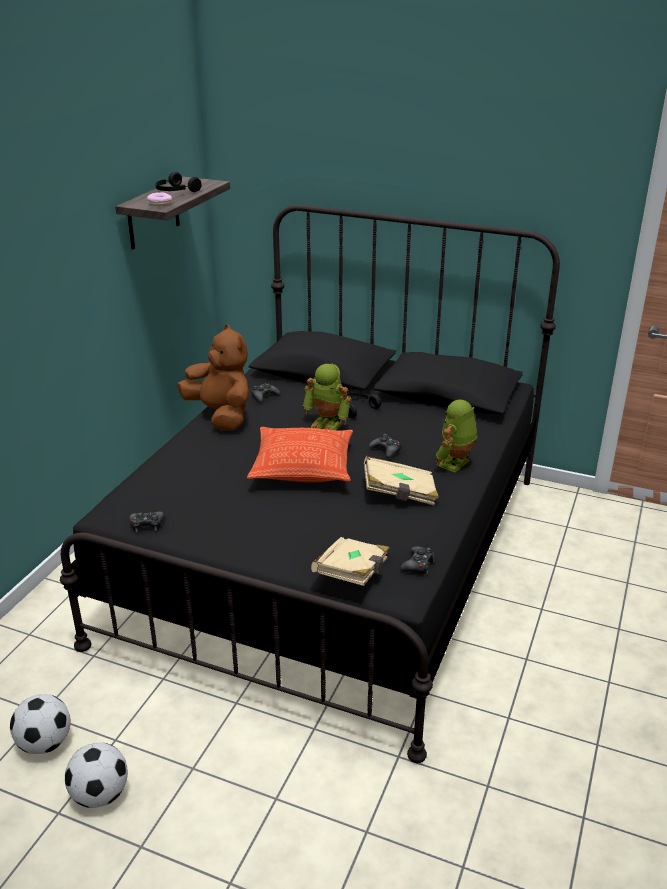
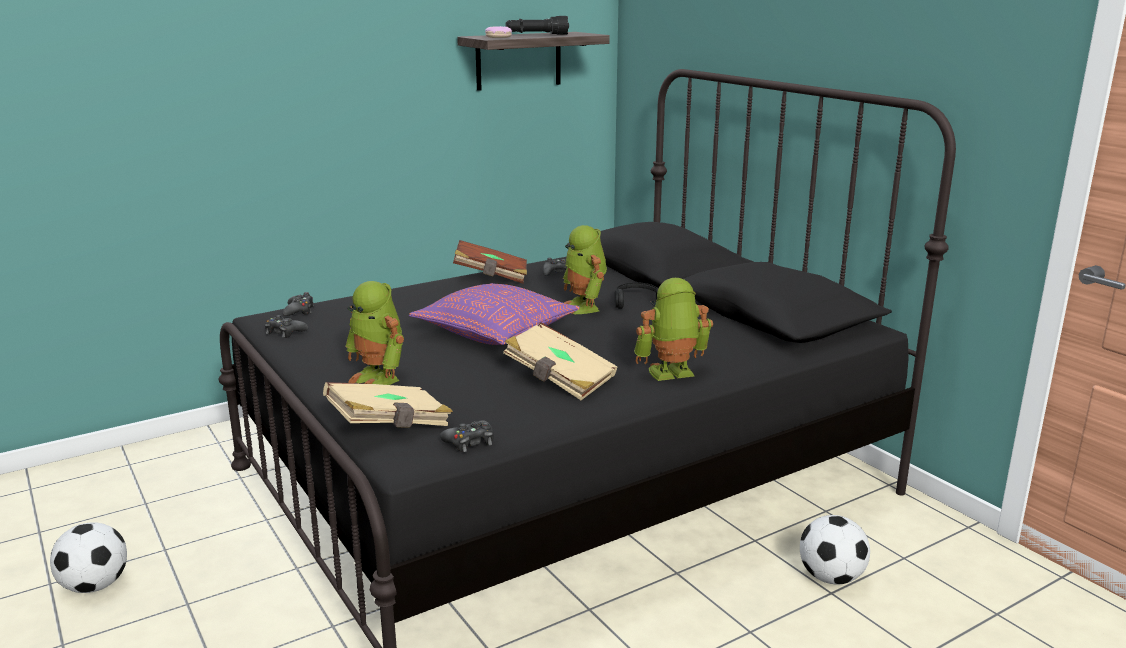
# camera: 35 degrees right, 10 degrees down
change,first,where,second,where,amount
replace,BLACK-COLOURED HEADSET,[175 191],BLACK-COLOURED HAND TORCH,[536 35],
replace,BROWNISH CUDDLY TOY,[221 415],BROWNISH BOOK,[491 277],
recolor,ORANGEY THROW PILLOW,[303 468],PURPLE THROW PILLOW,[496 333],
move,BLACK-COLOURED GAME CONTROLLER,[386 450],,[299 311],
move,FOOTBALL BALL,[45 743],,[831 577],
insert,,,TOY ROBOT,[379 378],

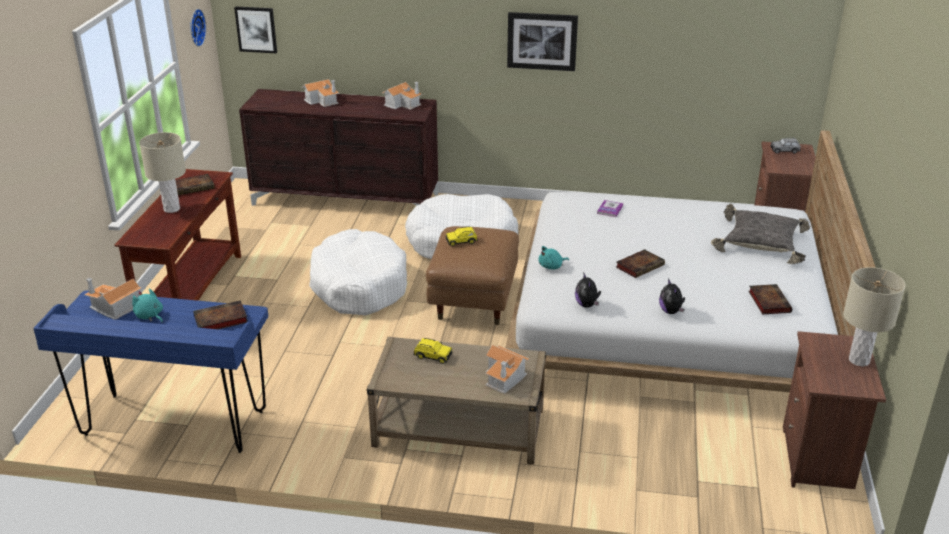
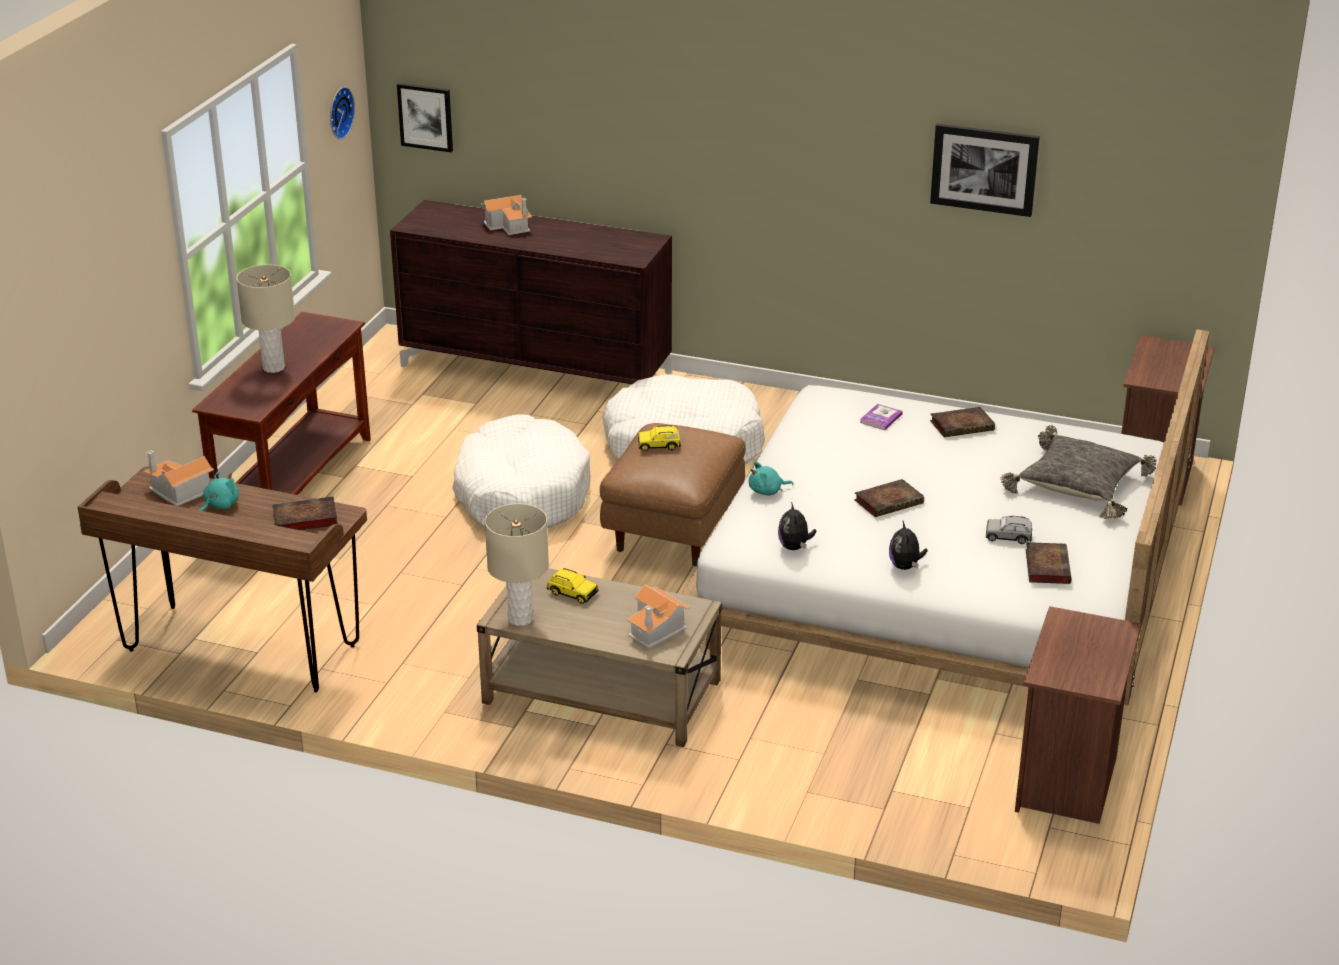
# camera: 10 degrees right, 0 degrees up
change,first,where,second,where,amount
move,WALL PICTURE,[542 41],,[984 169],
delete,MODEL HOUSE,[403 104],,,
move,GRAY MINIATURE CAR,[784 150],,[1008 537],
move,BOOK,[193 187],,[963 425],
move,BEIGE LAMP FOR A TABLE,[859 360],,[520 618],
rotate,BLUE-GREEN CUDDLY TOY,[149 316],,[219 506],75 degrees clockwise
recolor,BLUE DESK TABLE,[174 424],BROWNISH DESK TABLE,[241 649],

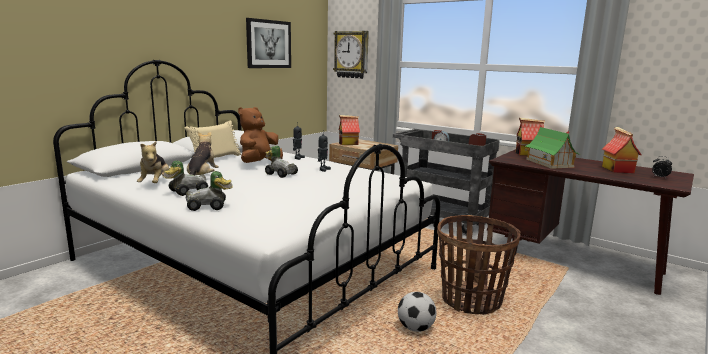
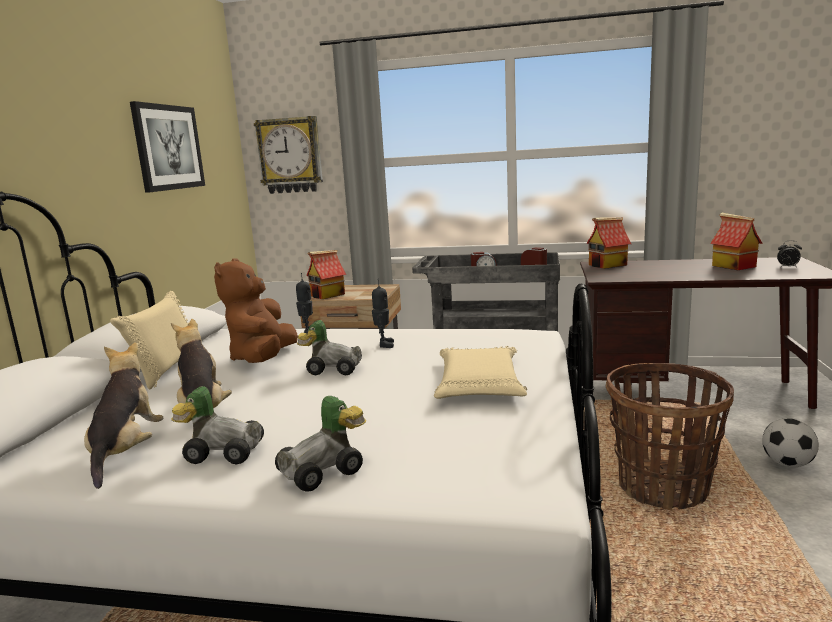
# camera: 25 degrees left, 0 degrees up
change,first,where,second,where,amount
delete,MODEL HOUSE,[549 163],,,
rotate,CUDDLY TOY,[155 183],,[126 451],150 degrees counterclockwise
rotate,MINIATURE CAR,[186 191],,[222 452],75 degrees clockwise
move,FOOTBALL BALL,[415 328],,[787 464],
insert,,,BEIGE THROW PILLOW,[479 381],

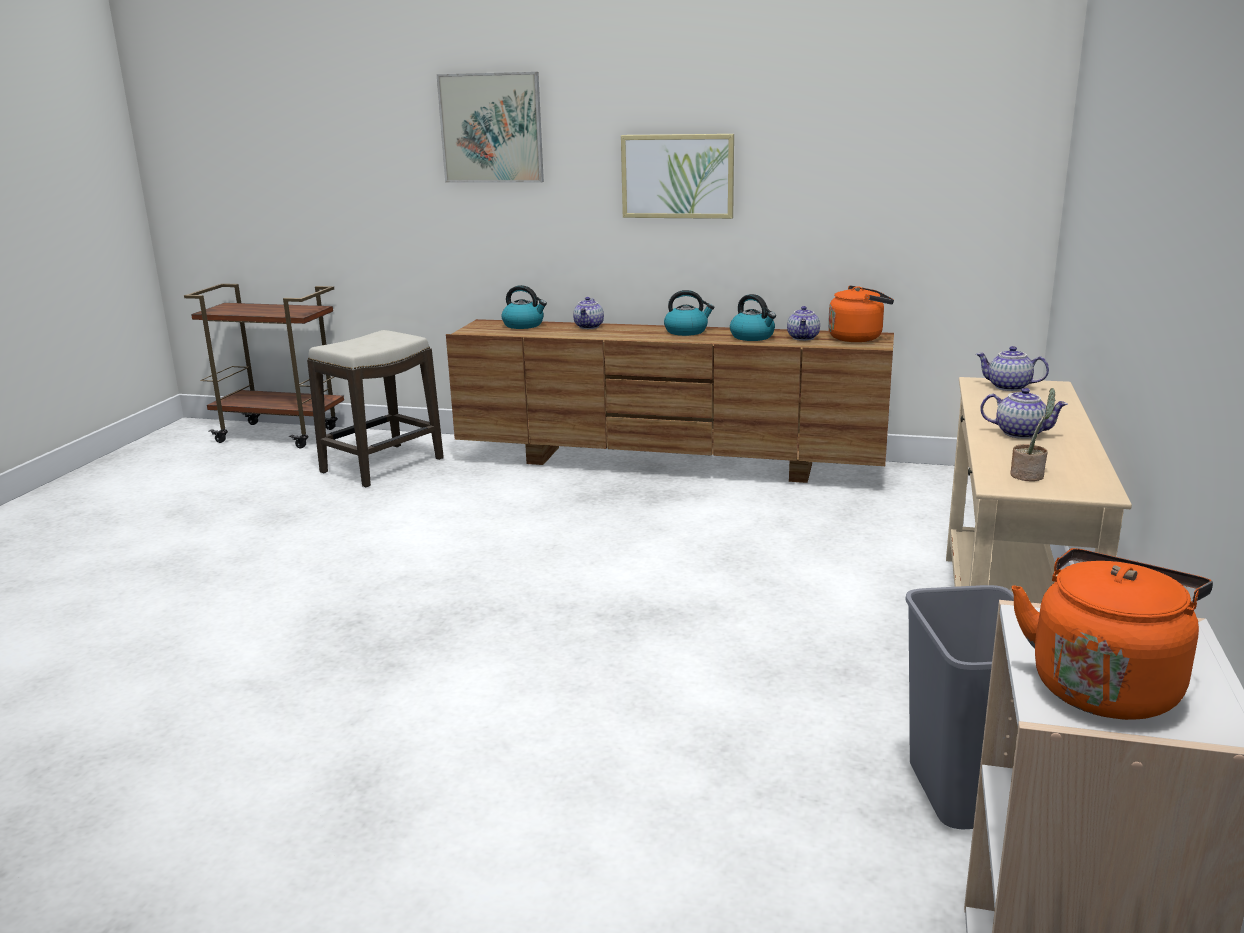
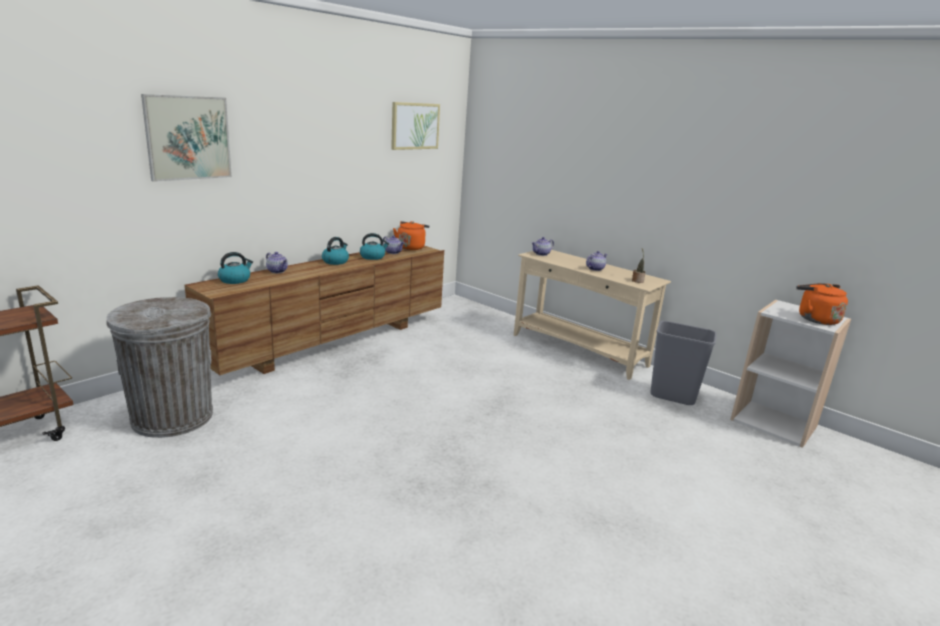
# camera: 65 degrees left, 0 degrees up
change,first,where,second,where,amount
move,WALL PICTURE,[677 176],,[415 126],
replace,STOOL SEAT,[382 465],GRAY TRASH CAN,[172 417],

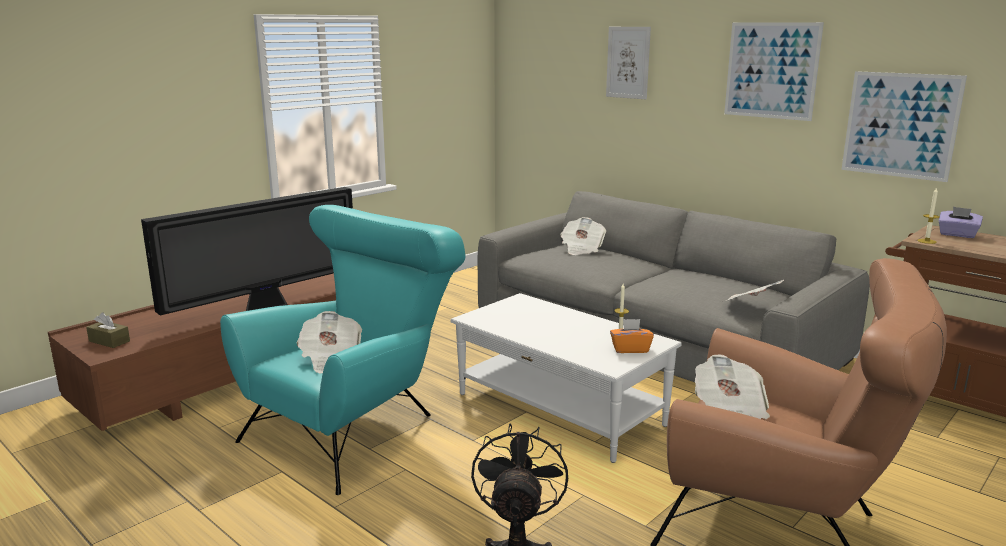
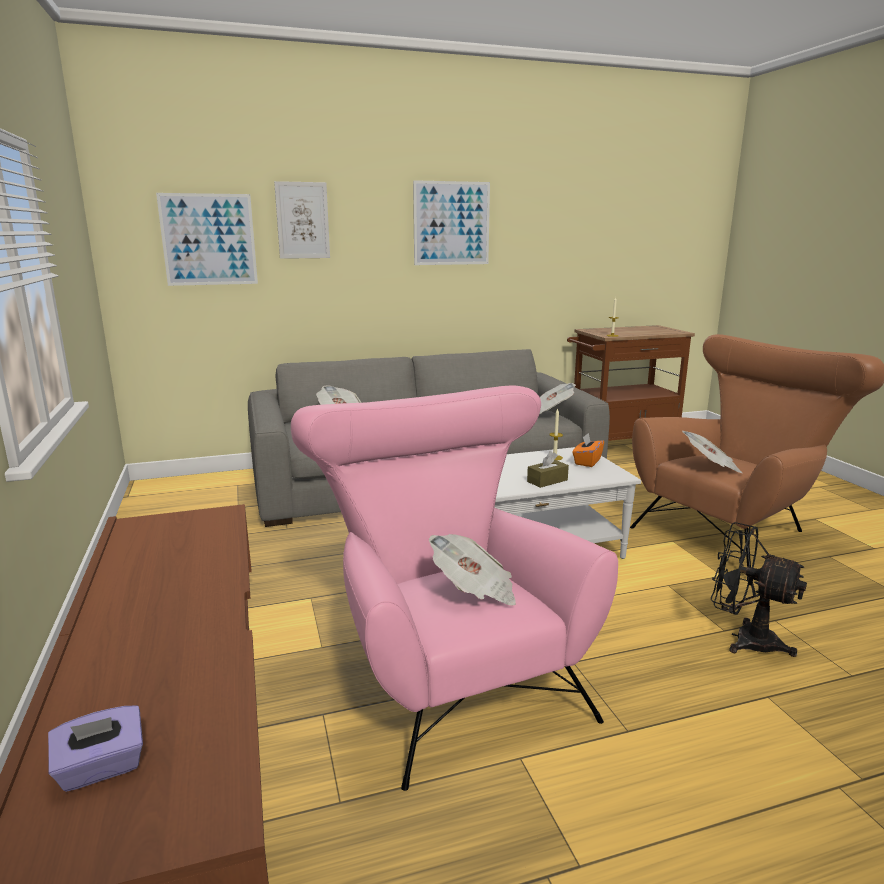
# camera: 60 degrees left, 0 degrees up
change,first,where,second,where,amount
move,WALL PICTURE,[900 125],,[209 240],
delete,TV,[266 307],,,
recolor,BLUE-GREEN ARMCHAIR,[354 426],PINK ARMCHAIR,[449 673],
move,PURPLE TISSUE HOLDER,[957 235],,[101 768],
move,BROWNISH TISSUE HOLDER,[109 341],,[547 481],

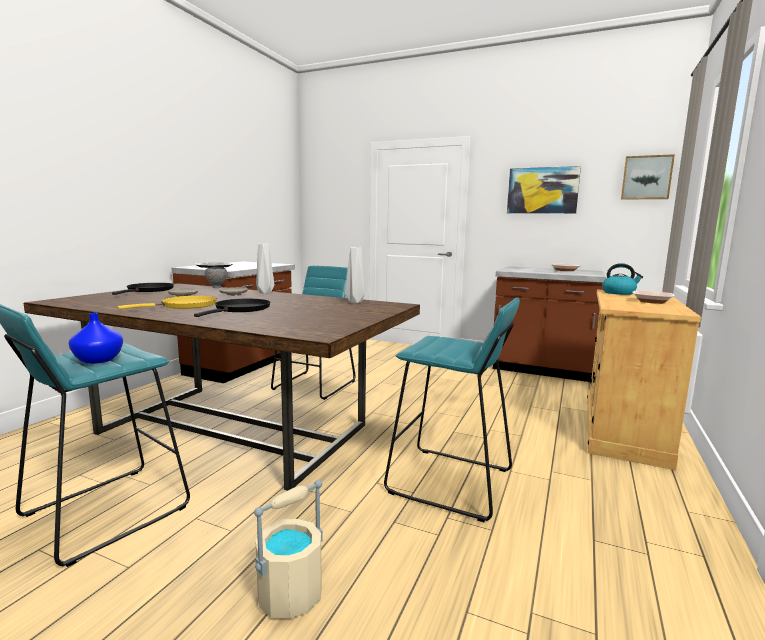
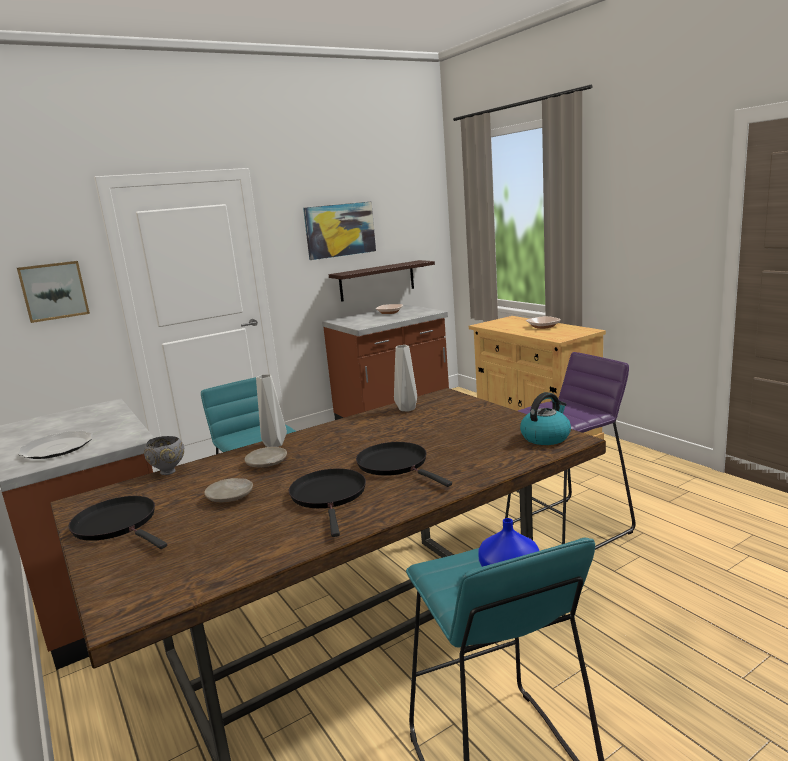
# camera: 55 degrees left, 5 degrees up
change,first,where,second,where,amount
move,WALL PICTURE,[646 177],,[53 291],
move,KETTLE,[619 293],,[546 437],
recolor,YELLOW FRYING PAN,[185 306],BLACK-COLOURED FRYING PAN,[329 496],
recolor,BLUE-GREEN STOOL SEAT,[450 482],PURPLE STOOL SEAT,[569 528],
delete,BEIGE WATER BUCKET,[289 595],,,
insert,,,WALL SHELF,[377 280],

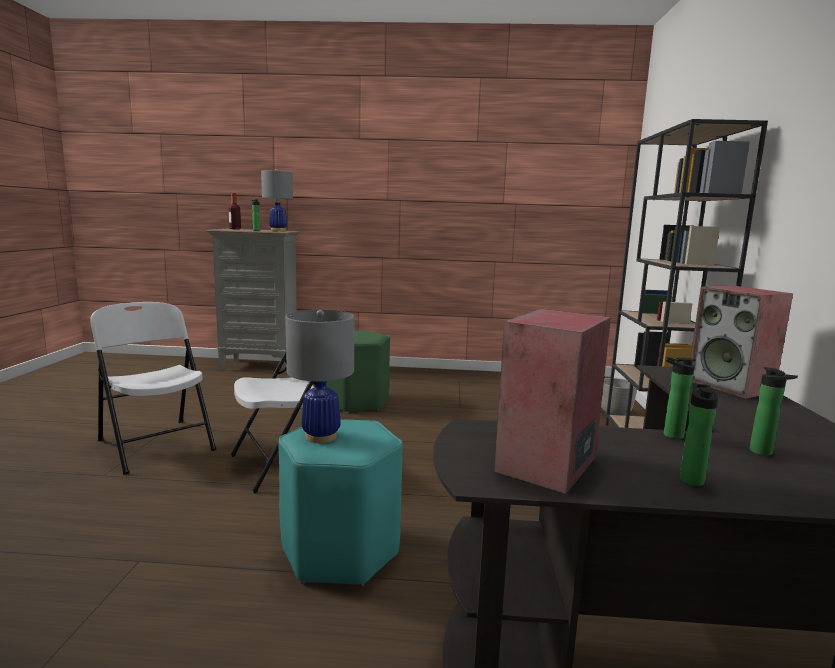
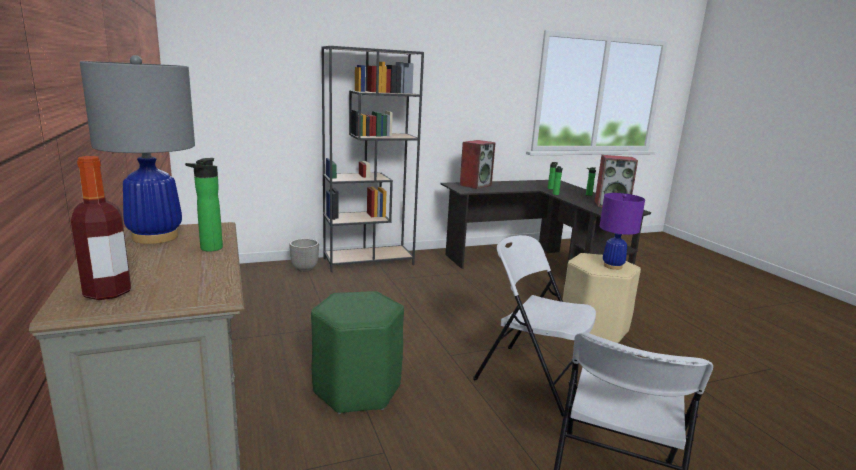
# camera: 115 degrees left, 5 degrees up
change,first,where,second,where,amount
recolor,GRAY LAMP FOR A TABLE,[321 436],PURPLE LAMP FOR A TABLE,[613 266],
recolor,BLUE-GREEN STOOL SEAT,[340 551],BEIGE STOOL SEAT,[593 329],

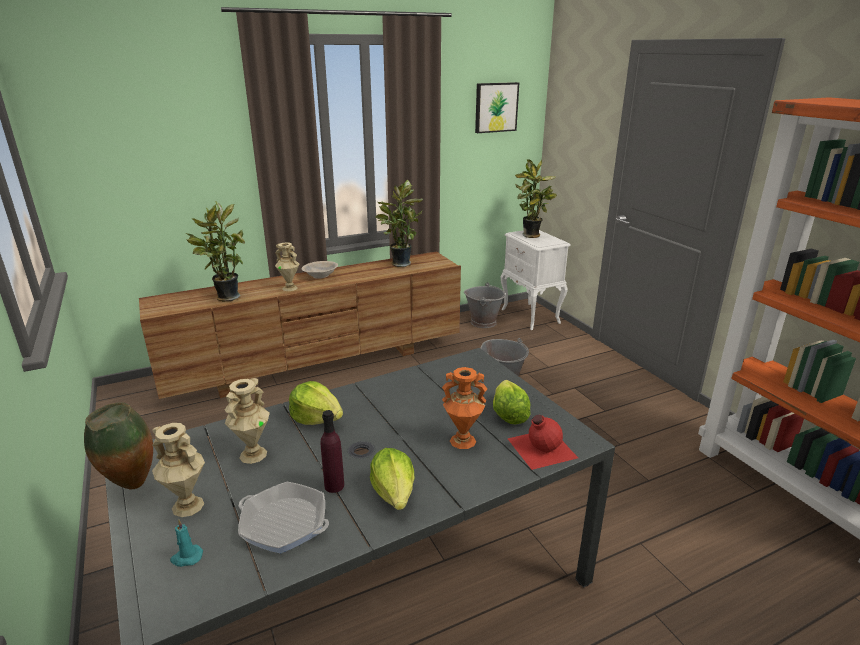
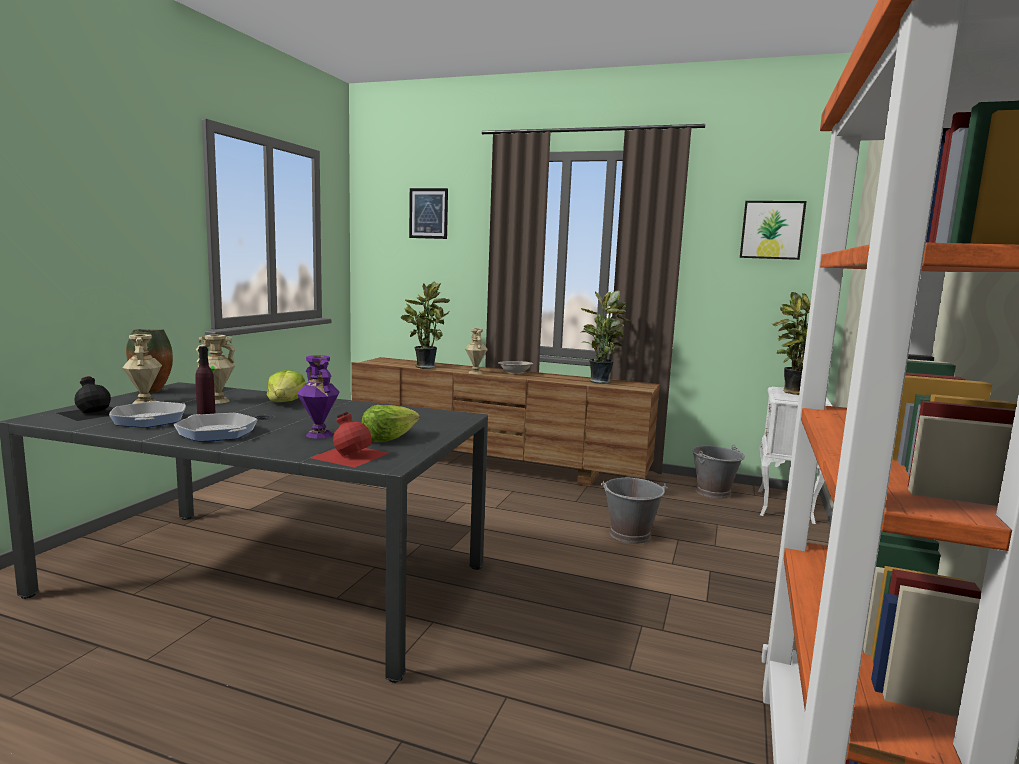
# camera: 45 degrees right, 15 degrees down
change,first,where,second,where,amount
recolor,ORANGEY DECORATIVE VASE,[462 441],PURPLE DECORATIVE VASE,[318 435],
replace,HEAD OF LETTUCE,[394 493],FRYING PAN,[217 433],
replace,BLUE-GREEN WAX CANDLE,[186 557],BLACK-COLOURED BOTTLE,[93 412],
insert,,,WALL PICTURE,[428 213],

